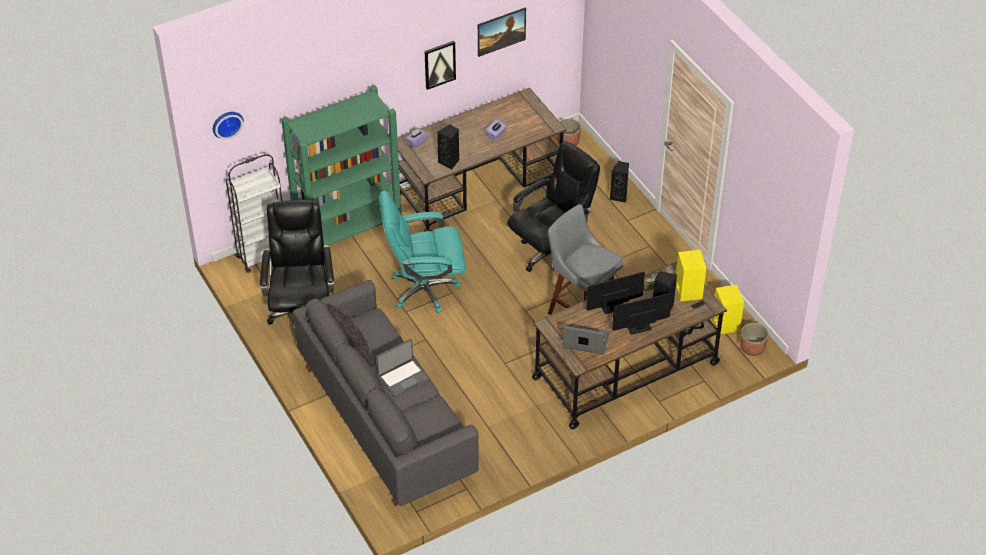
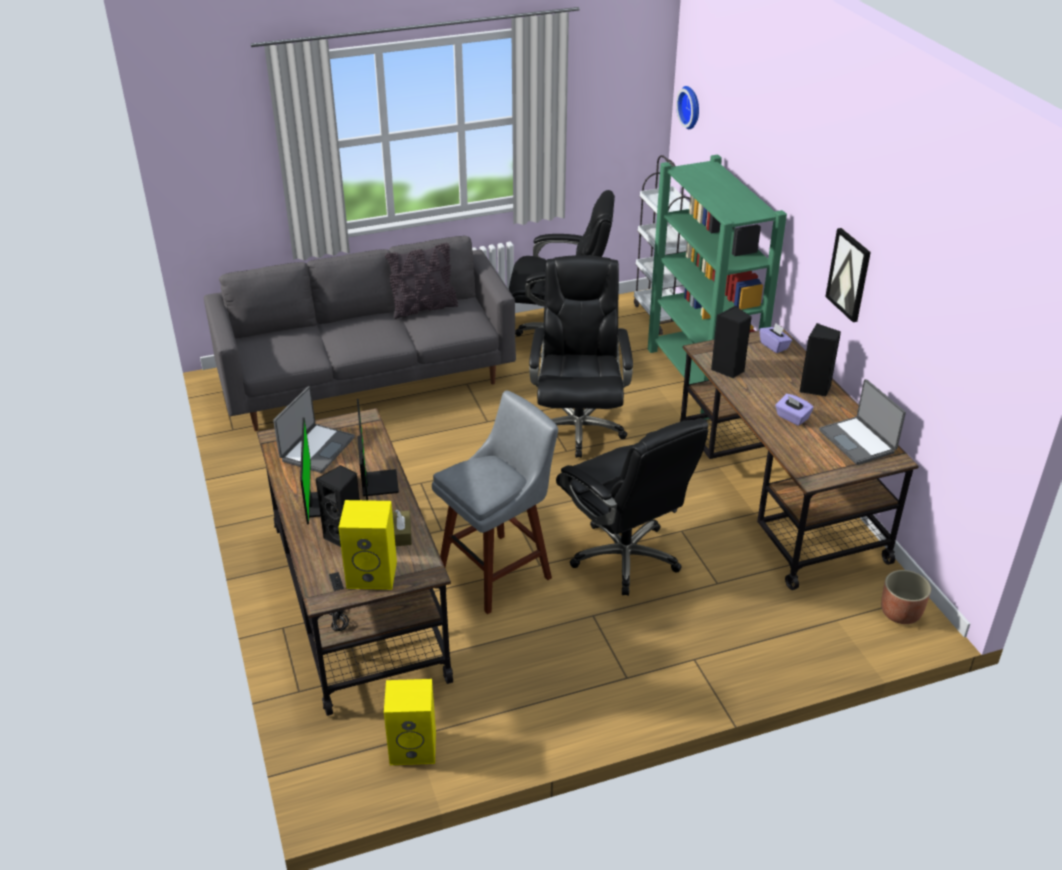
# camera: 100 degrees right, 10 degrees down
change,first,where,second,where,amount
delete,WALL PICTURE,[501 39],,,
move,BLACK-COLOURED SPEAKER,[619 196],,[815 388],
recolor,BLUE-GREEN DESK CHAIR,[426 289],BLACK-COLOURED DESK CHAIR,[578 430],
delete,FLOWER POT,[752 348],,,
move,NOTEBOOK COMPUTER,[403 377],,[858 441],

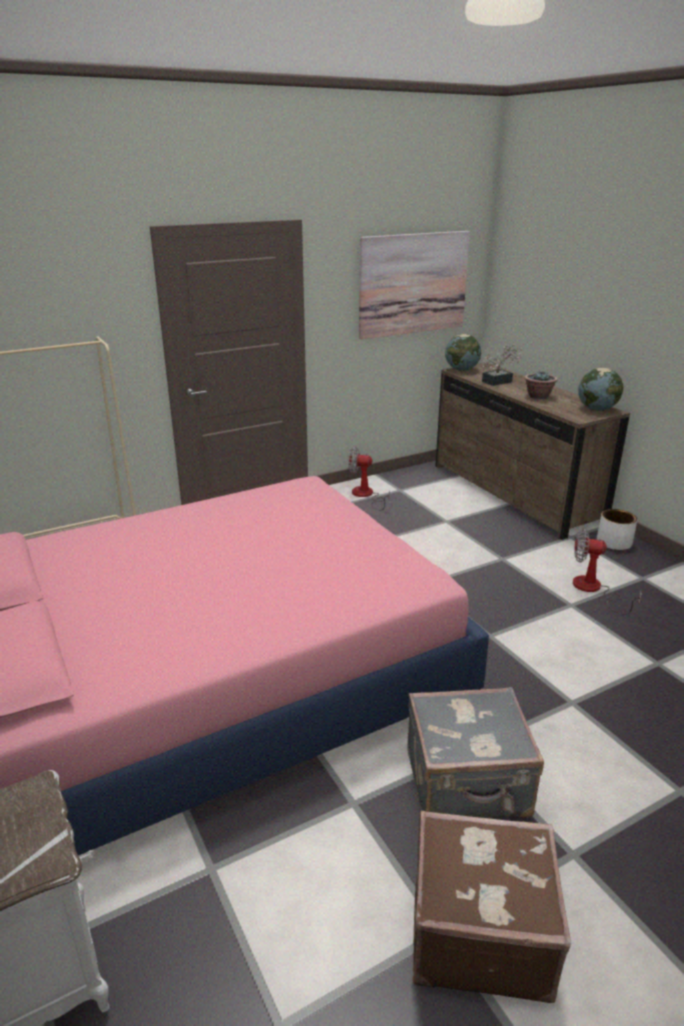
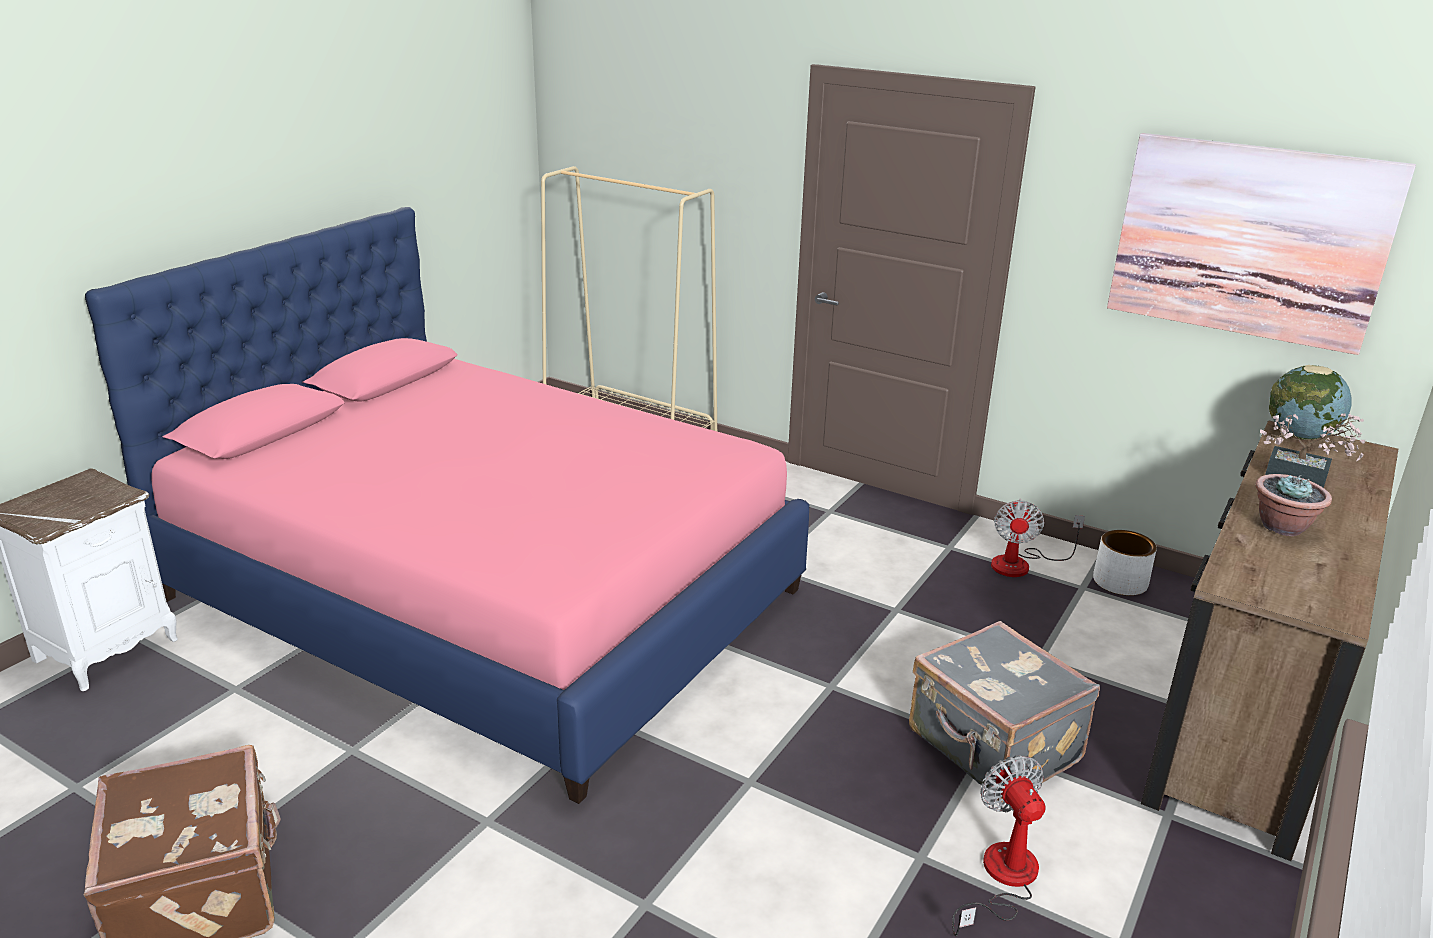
# camera: 60 degrees right, 0 degrees up
change,first,where,second,where,amount
delete,WORLD GLOBE,[597 409],,,
rotate,FAN,[366 495],,[1021 564],150 degrees counterclockwise
move,WHITE-COLOURED FLOWER POT,[614 543],,[1120 583],
move,GRAY TRAVEL CASE,[467 784],,[992 748],

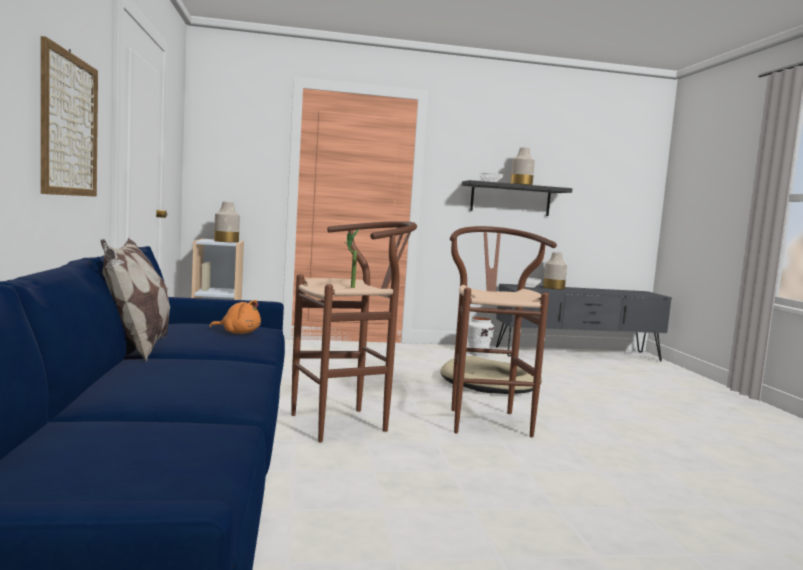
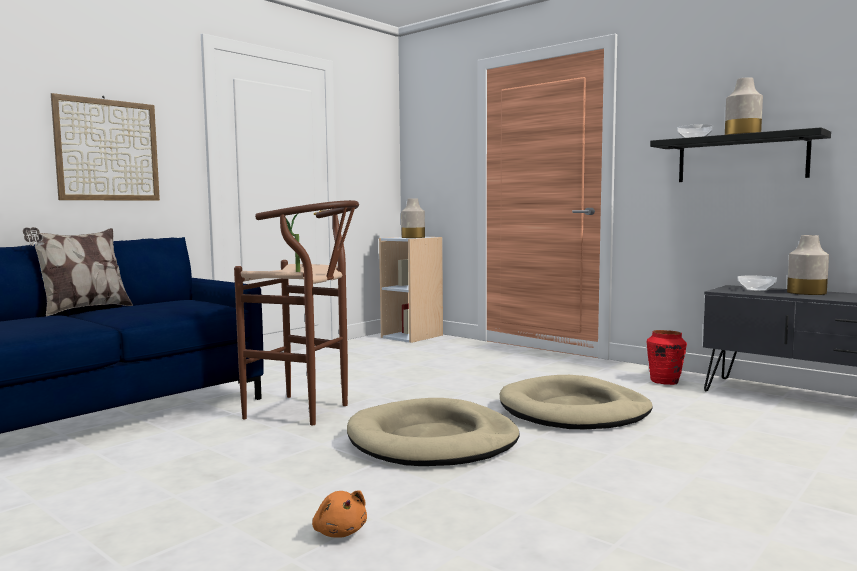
# camera: 50 degrees right, 0 degrees up
change,first,where,second,where,amount
replace,BROWNISH STOOL SEAT,[485 419],BEIGE DOG CUSHION,[432 441],
move,ORANGEY CUDDLY TOY,[238 333],,[339 532],
recolor,WHITE-COLOURED DECORATIVE VASE,[478 354],REDDISH DECORATIVE VASE,[665 382],

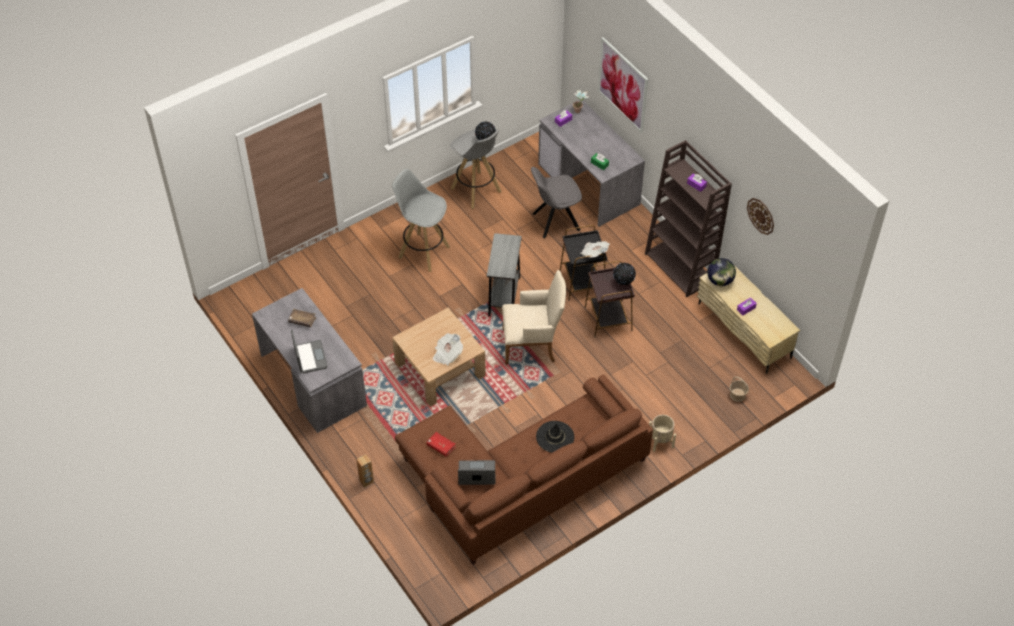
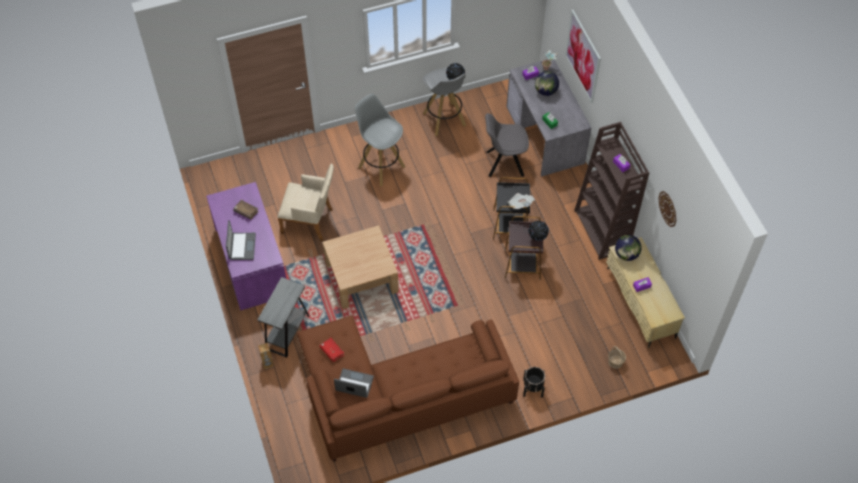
# camera: 15 degrees right, 5 degrees up
change,first,where,second,where,amount
move,GRAY END TABLE,[504 296],,[287 332],
move,BEIGE ARMCHAIR,[533 345],,[310 222],
recolor,GRAY DESK TABLE,[312 380],PURPLE DESK TABLE,[251 262],
delete,DAILY PAPER,[447 354],,,
recolor,BEIGE FLOWER POT,[661 440],BLACK-COLOURED FLOWER POT,[533 388],
delete,BLACK-COLOURED HAT,[555 437],,,
insert,,,WORLD GLOBE,[545 91],

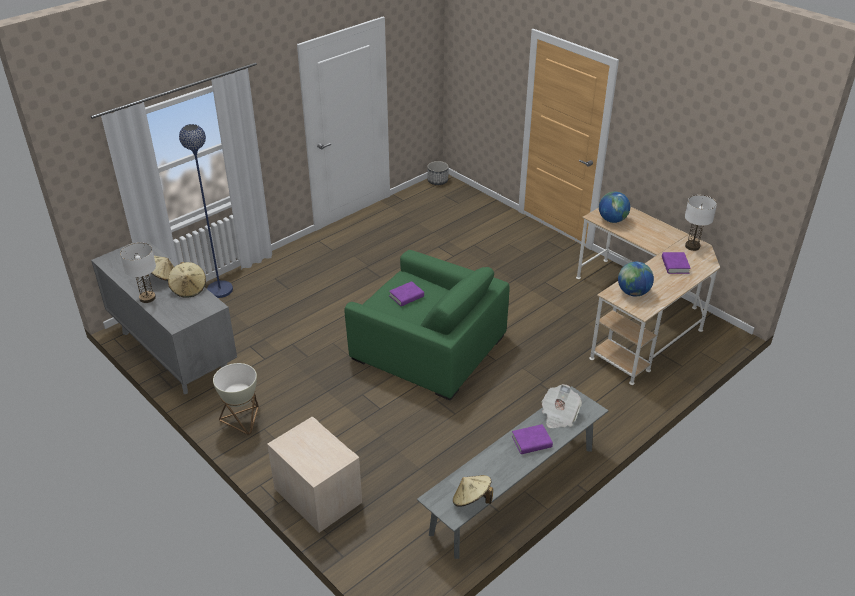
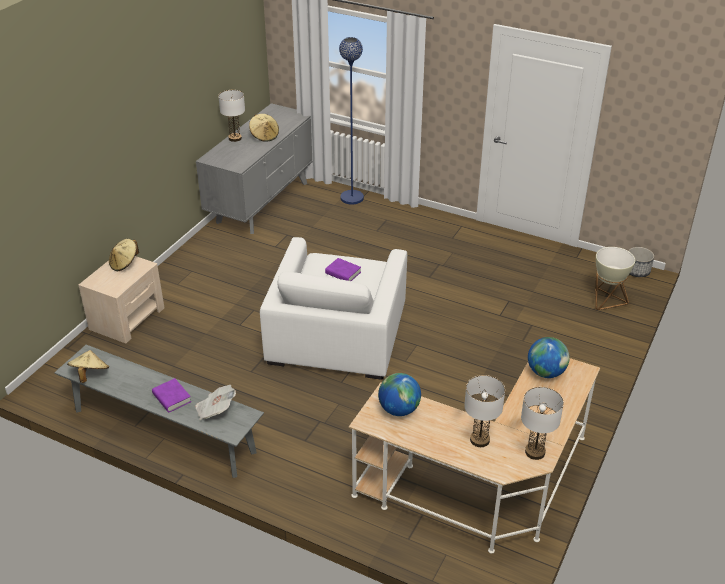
# camera: 70 degrees right, 0 degrees up
change,first,where,second,where,amount
recolor,GREEN-COLOURED ARMCHAIR,[427 347],WHITE-COLOURED ARMCHAIR,[337 332],
replace,PURPLE BOOK,[675 265],LAMP FOR A TABLE,[479 440],
move,BEIGE HAT,[189 289],,[124 263],
move,FLOWER POT,[242 421],,[606 301],

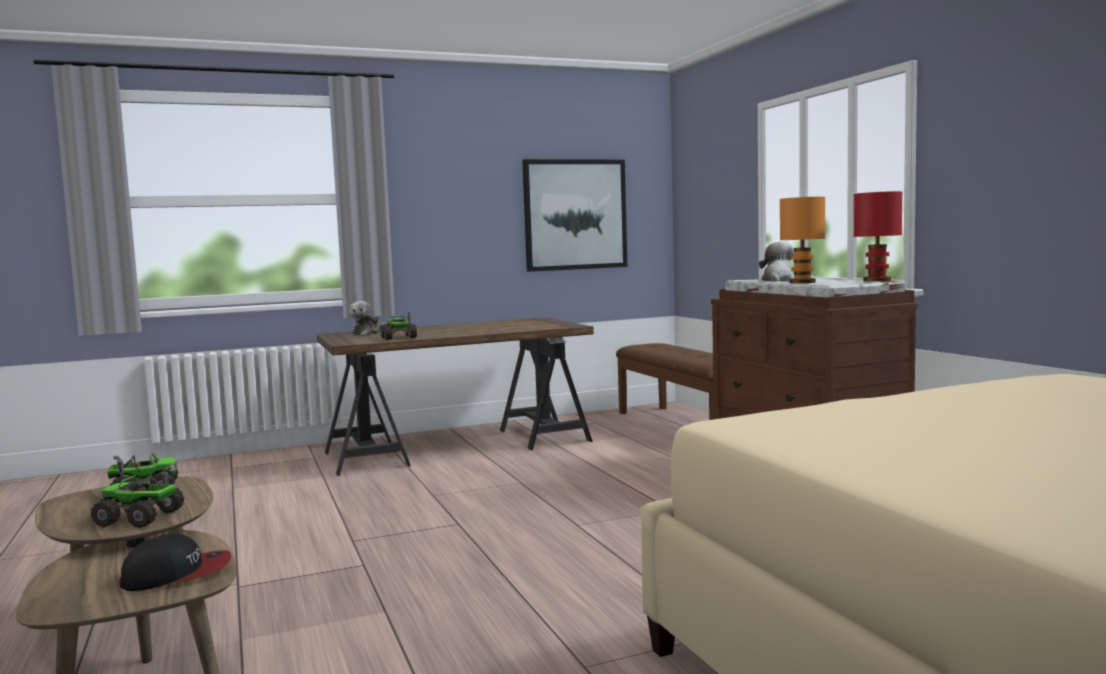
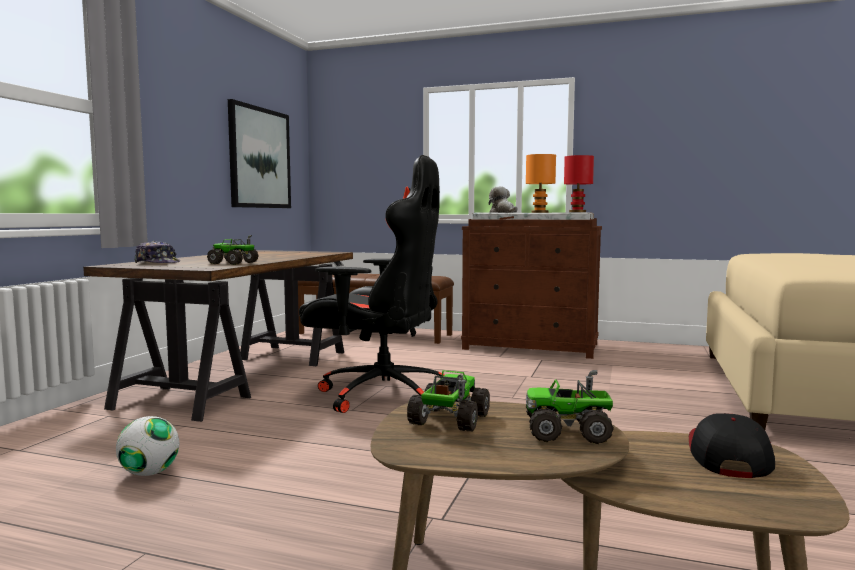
# camera: 50 degrees left, 0 degrees up
change,first,where,second,where,amount
replace,CUDDLY TOY,[368 333],PEAKED CAP,[157 263],
rotate,TOY TRUCK,[141 518],,[568 431],45 degrees clockwise
insert,,,BLACK-COLOURED DESK CHAIR,[374 395],
insert,,,FOOTBALL BALL,[149 473],

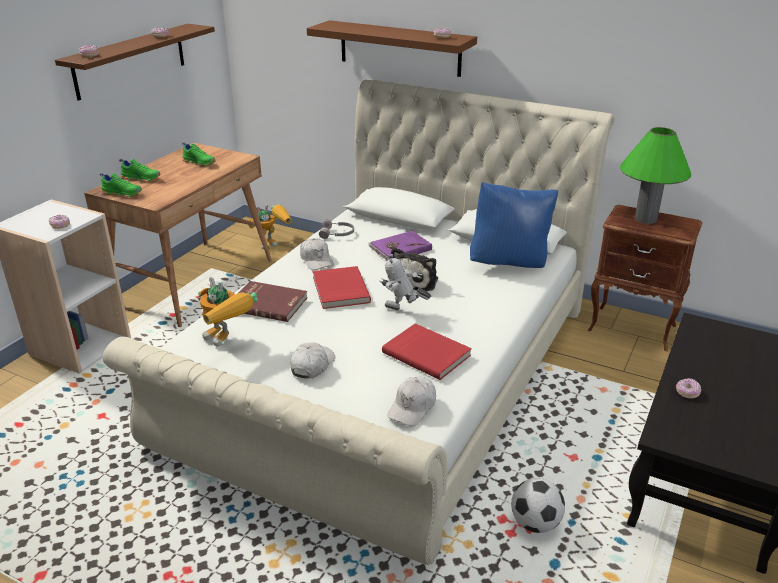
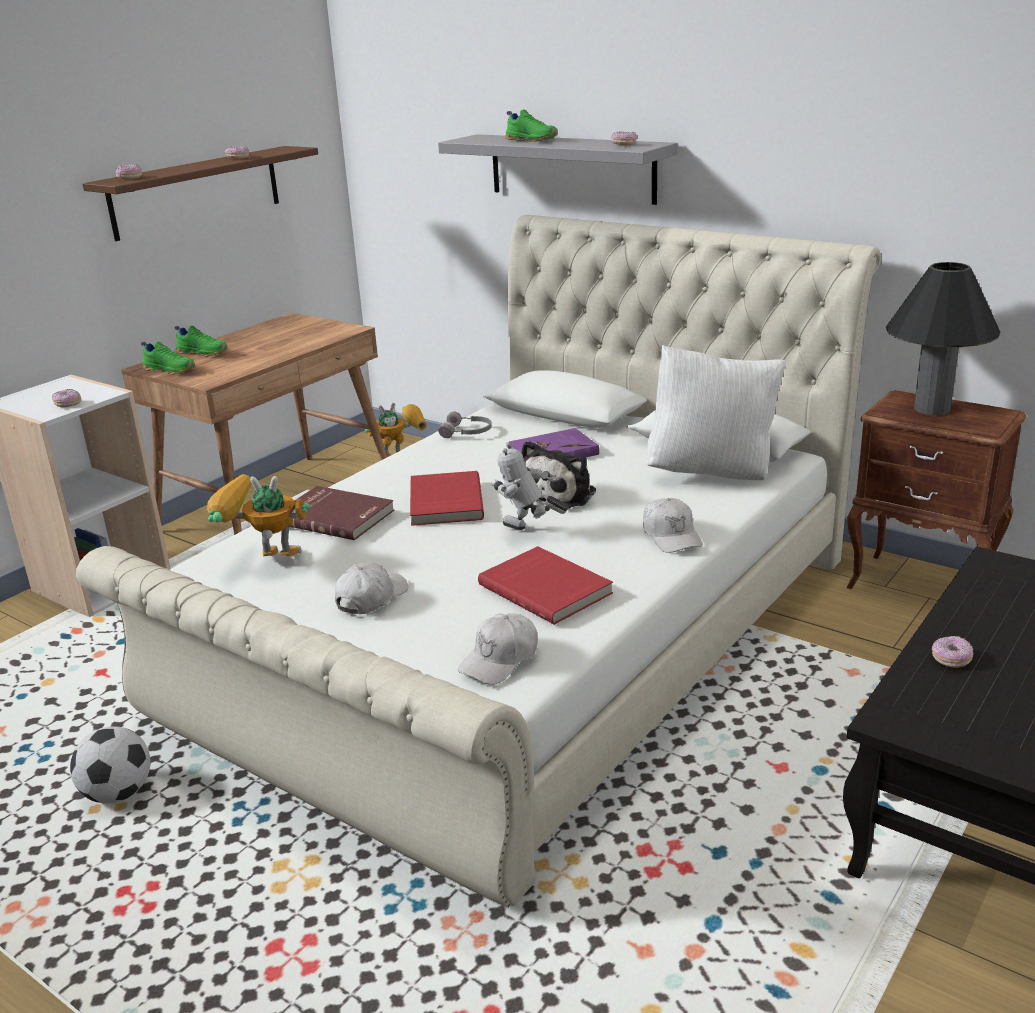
# camera: 10 degrees right, 5 degrees down
change,first,where,second,where,amount
recolor,BROWNISH WALL SHELF,[399 48],GRAY WALL SHELF,[571 168],
recolor,GREEN-COLOURED LAMP FOR A TABLE,[645 219],BLACK-COLOURED LAMP FOR A TABLE,[932 408],
move,GREEN-COLOURED ITEM OF FOOTWEAR,[200 162],,[532 140],
recolor,BLUE THROW PILLOW,[509 262],WHITE-COLOURED THROW PILLOW,[712 473],
move,WHITE-COLOURED PEAKED CAP,[316 260],,[671 536],
rotate,TOY ROBOT,[228 340],,[263 561],135 degrees clockwise
move,FOOTBALL BALL,[535 523],,[118 794],

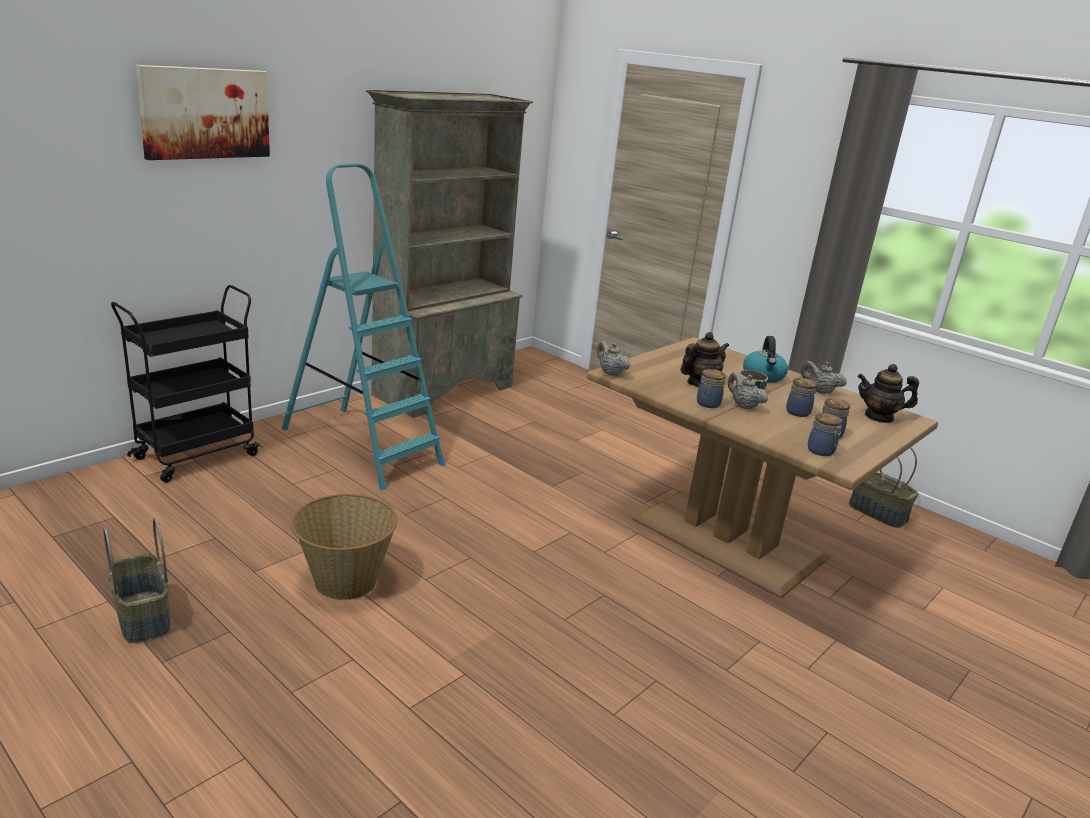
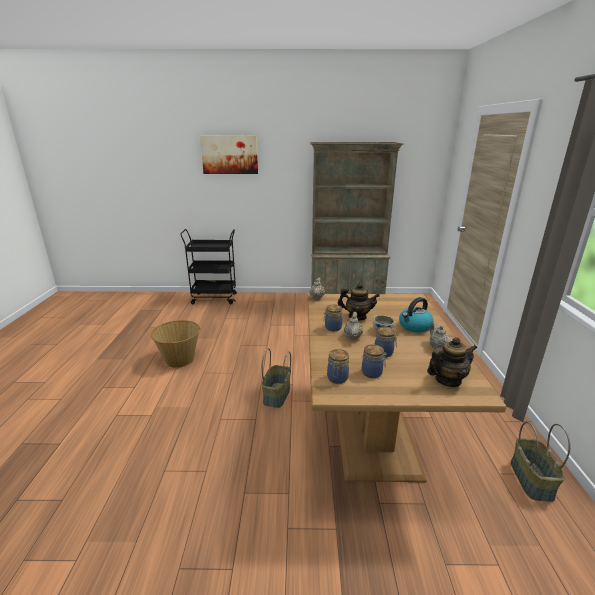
# camera: 50 degrees right, 0 degrees up
change,first,where,second,where,amount
delete,BLUE-GREEN STEP STOOL,[362 446],,,
rotate,TEA POT,[879 417],,[447 380],105 degrees clockwise
move,STORAGE BASKET,[144 617],,[277 395],

